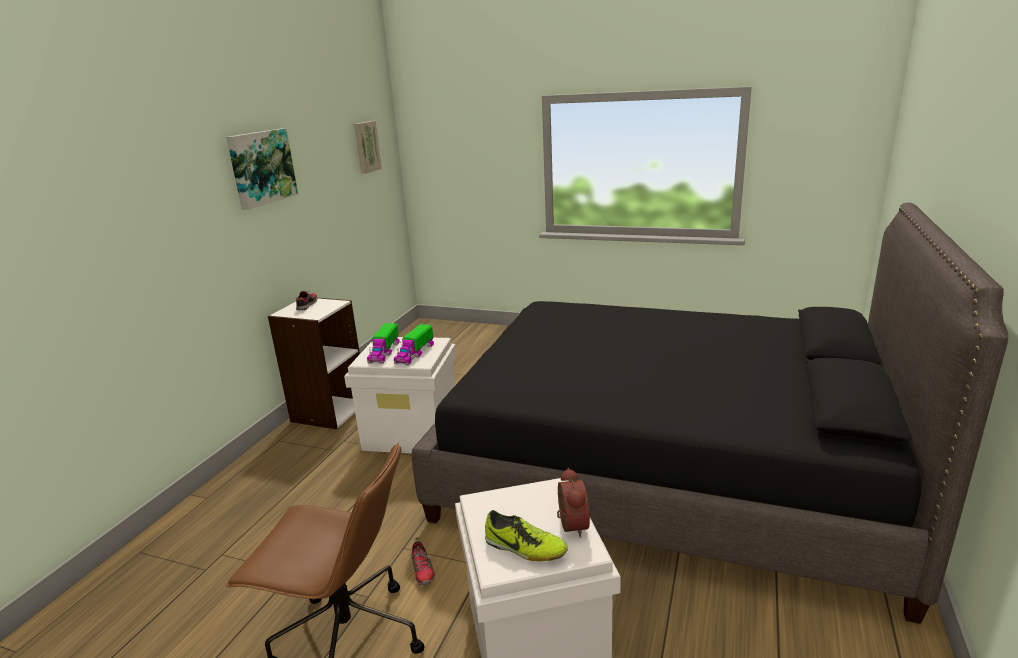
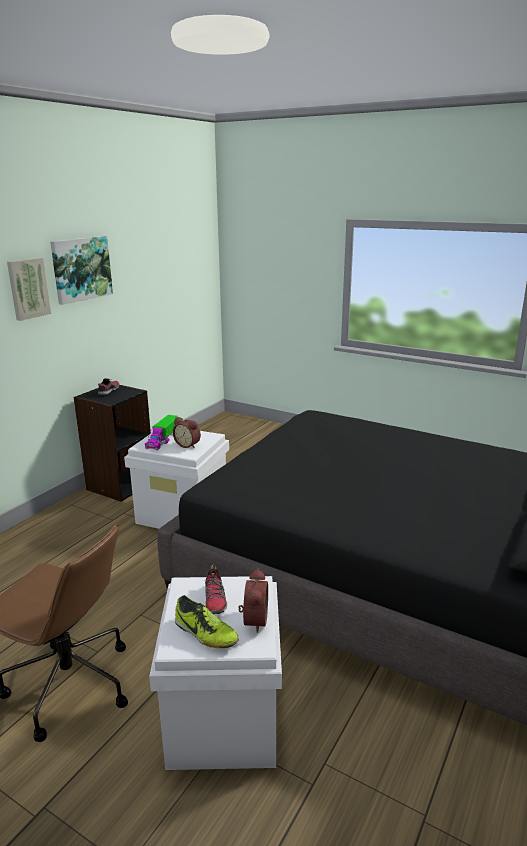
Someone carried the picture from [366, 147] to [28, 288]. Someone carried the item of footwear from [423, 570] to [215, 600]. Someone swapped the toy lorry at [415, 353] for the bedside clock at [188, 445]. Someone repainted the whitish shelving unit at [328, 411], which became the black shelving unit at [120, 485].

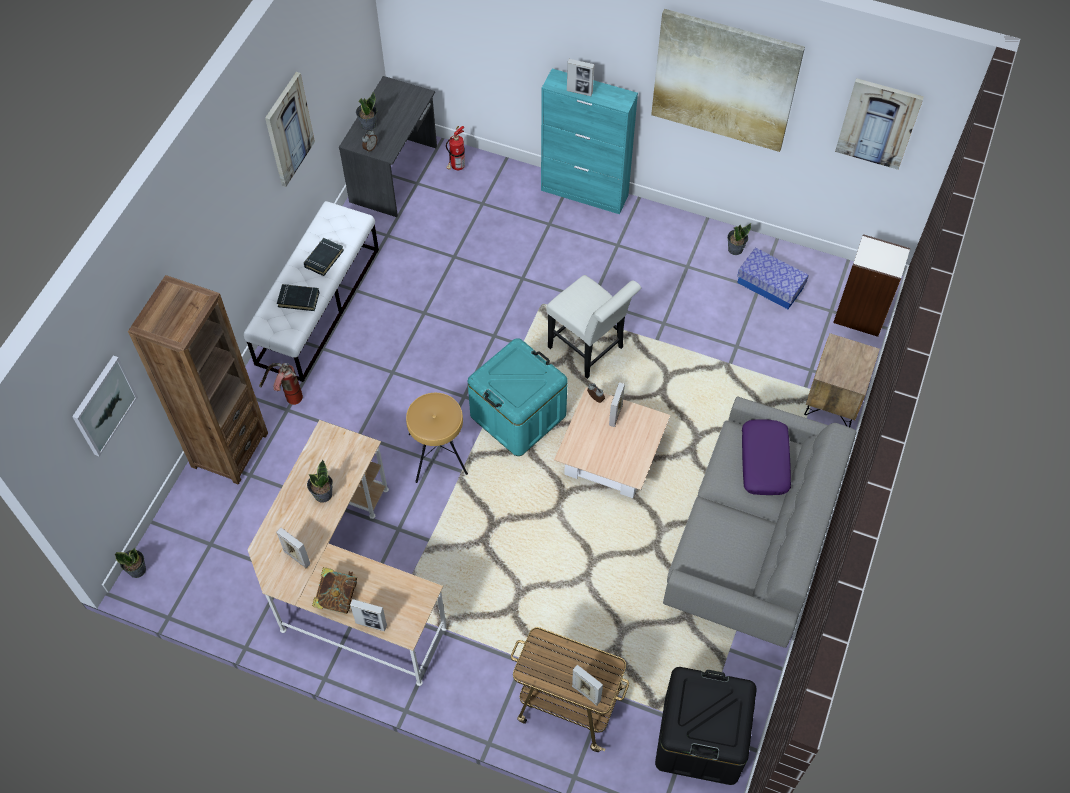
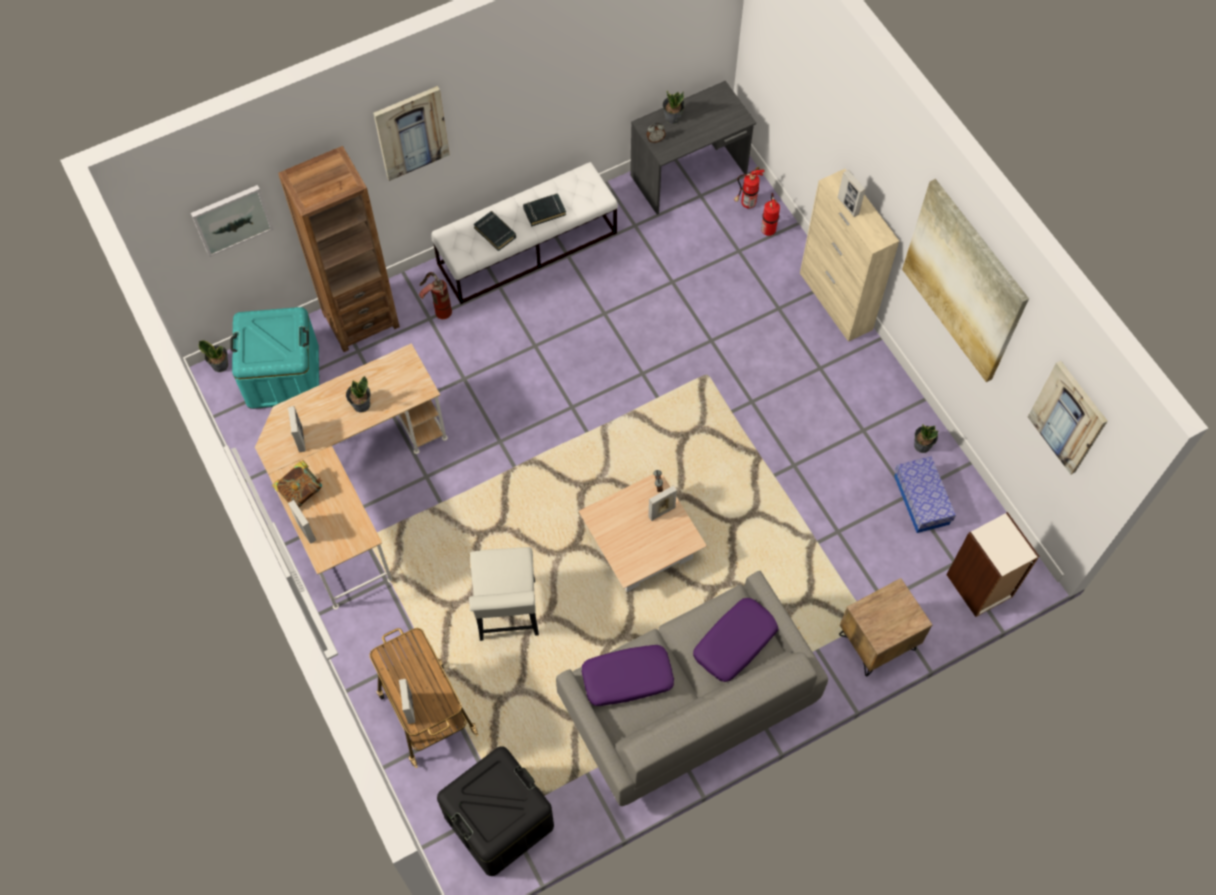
Someone took away the brown stool at [438, 453]. Someone put down the purple throw pillow at [627, 679]. Someone put down the fire extinguisher at [768, 229]. Someone carried the picture from [288, 129] to [411, 132]. Someone carried the turquoise storage container from [518, 415] to [283, 375]. Someone carried the whitish chair from [589, 350] to [507, 615]. Someone repainted the turquoise cupboard at [585, 193], which became the beige-coloured cupboard at [836, 301].

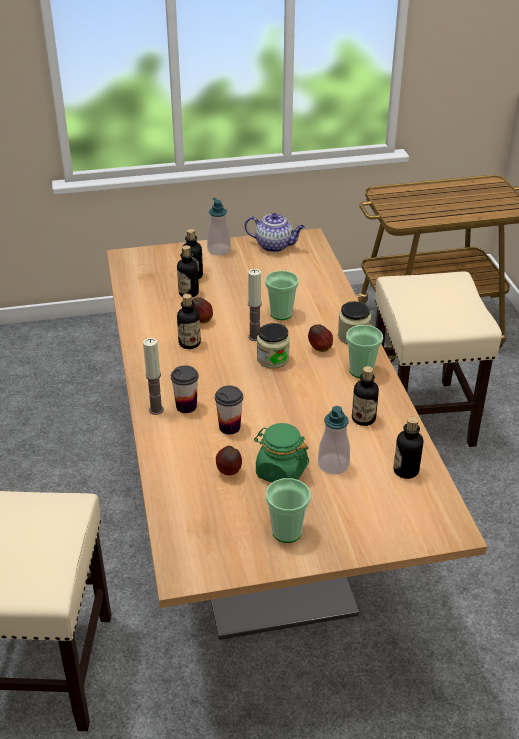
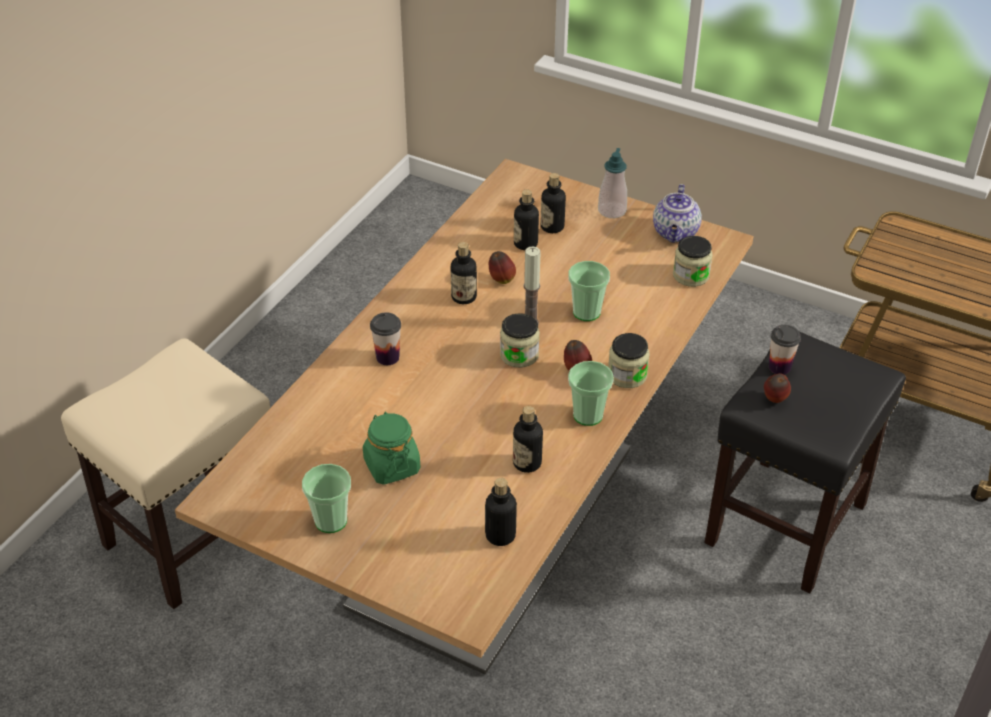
Someone took away the wax light at [156, 410]. Someone took away the soap dispenser at [333, 465]. Someone put down the preserve jar at [691, 275]. Someone carried the small cup from [229, 427] to [779, 367]. Someone carried the apple fruit from [229, 473] to [774, 400]. Someone repainted the beige-coloured stool at [421, 417], which became the black stool at [785, 524]. Someone rotated the tea pot at [275, 246] by 45 degrees clockwise.

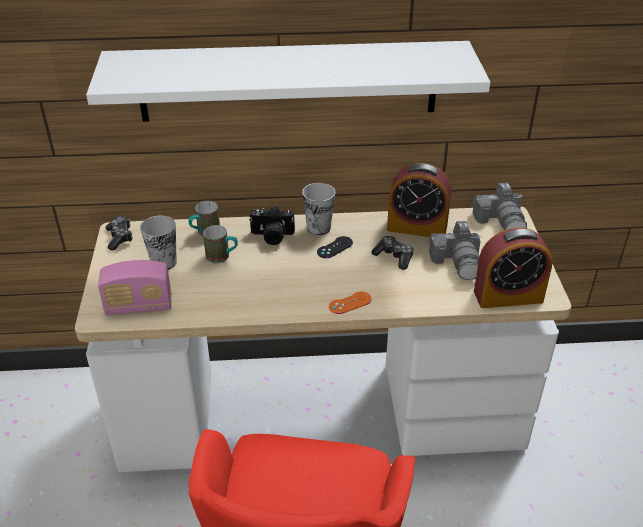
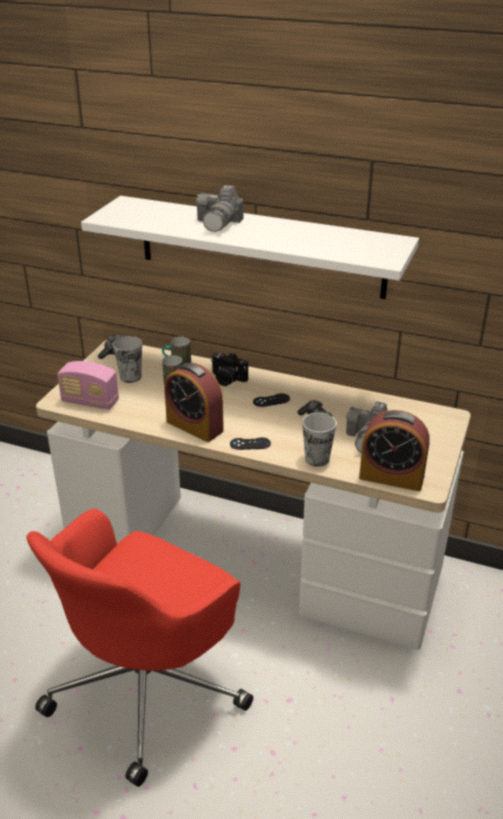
Someone carried the small cup from [318, 228] to [317, 459]. Someone carried the bedside clock from [417, 227] to [194, 426]. Someone carried the still camera from [501, 221] to [219, 223]. Someone repainted the orange-coloured joypad at [350, 303], which became the black joypad at [250, 444].

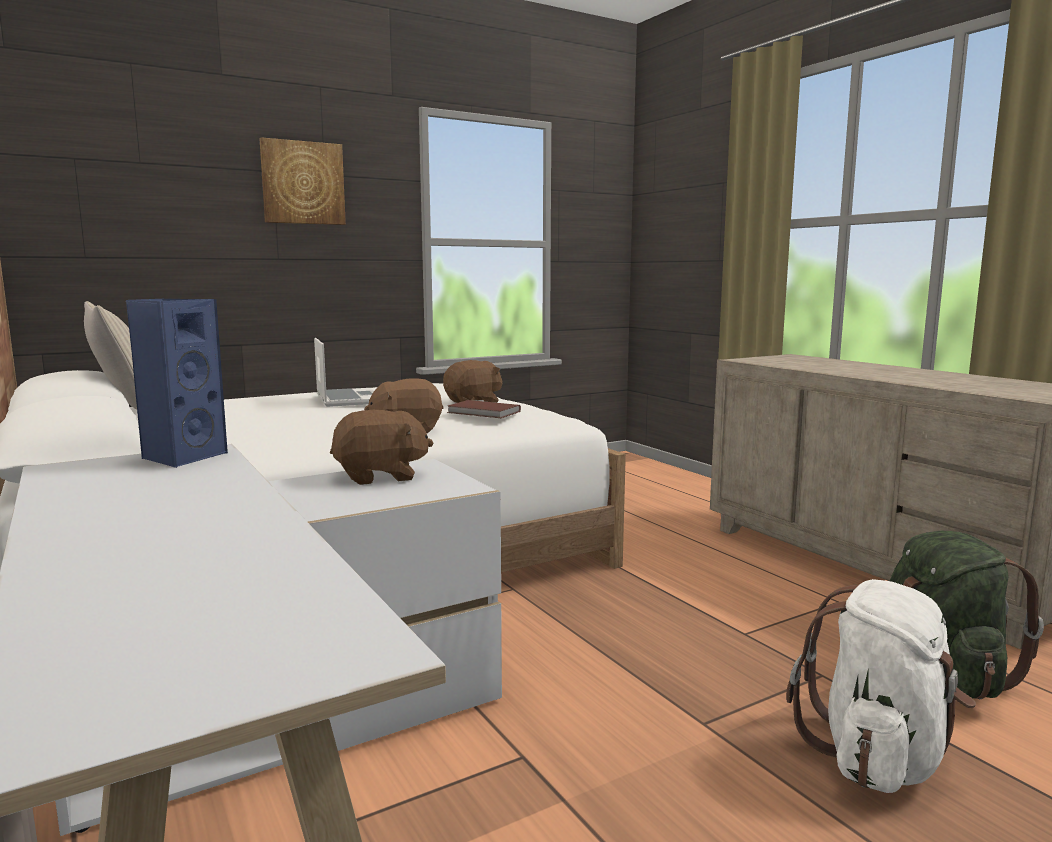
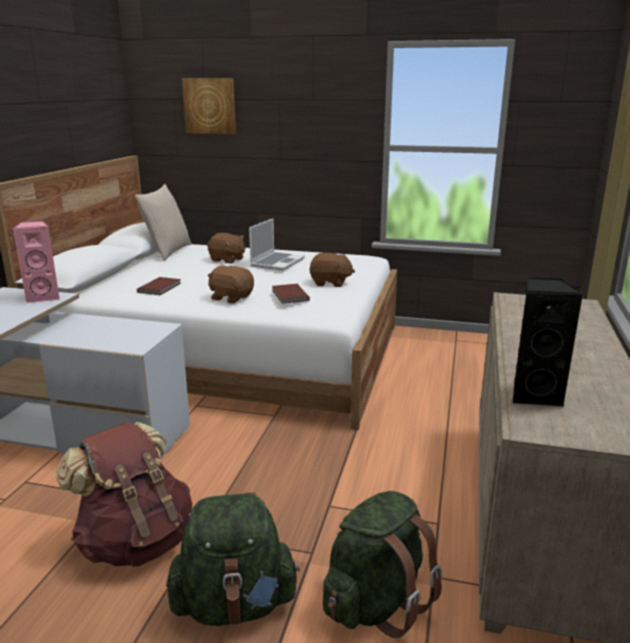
Someone put down the brown backpack at [135, 541]. Someone put down the brown bound book at [160, 288]. Someone put down the black loudspeaker at [534, 395]. Someone carried the picture from [303, 183] to [210, 106]. Someone carried the brown cuddly toy from [381, 476] to [227, 260]. Someone repainted the blue loudspeaker at [182, 457], which became the pink-coloured loudspeaker at [44, 297]. Someone repainted the whitish backpack at [878, 756], which became the green backpack at [234, 604].

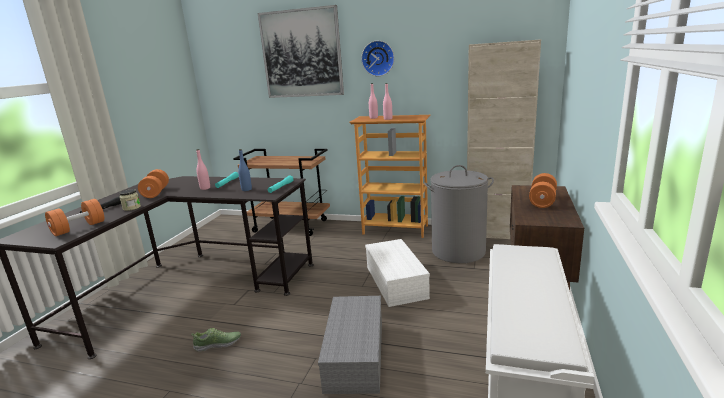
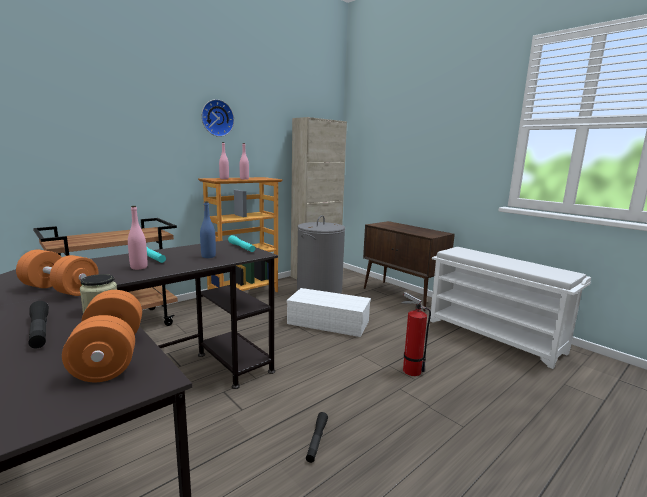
Someone took away the picture at [301, 53]. Someone took away the orange-coloured hand weight at [542, 201]. Someone swapped the item of footwear at [218, 344] for the black flashlight at [316, 440]. Someone swapped the greyish storage container at [354, 353] for the fire extinguisher at [409, 370].

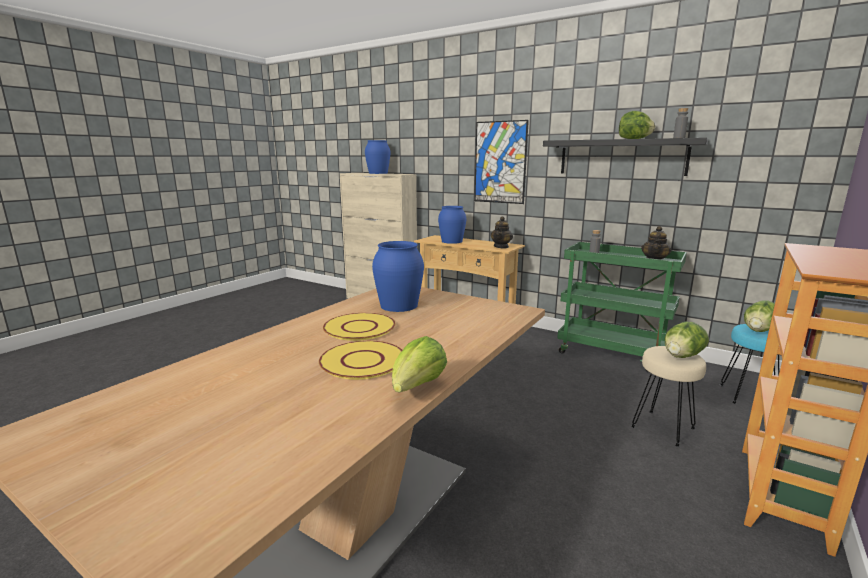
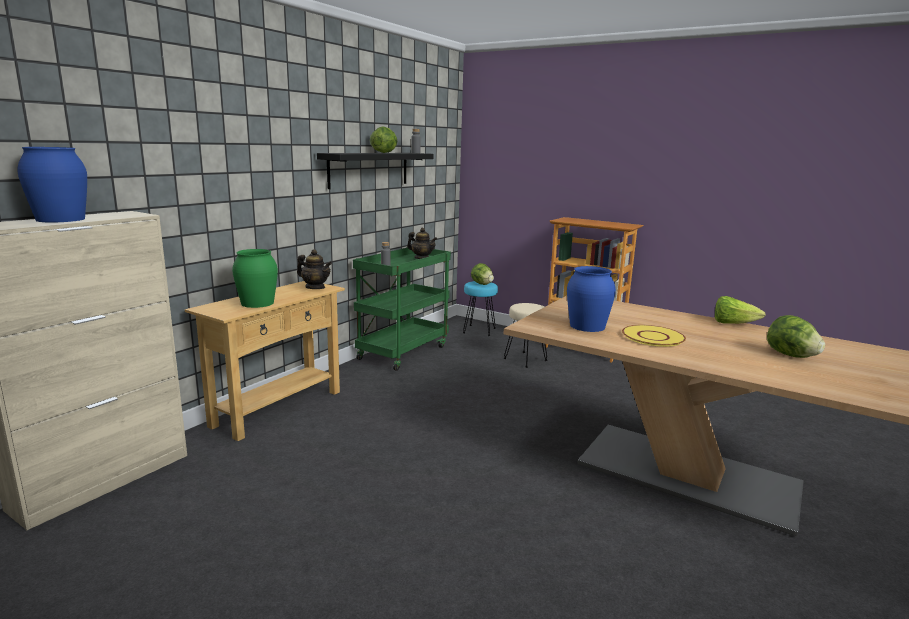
Someone took away the yellow flat dish at [362, 361]. Someone took away the picture at [500, 162]. Someone carried the lettuce from [682, 356] to [790, 355]. Someone repainted the blue vase at [451, 241], which became the green vase at [257, 303].

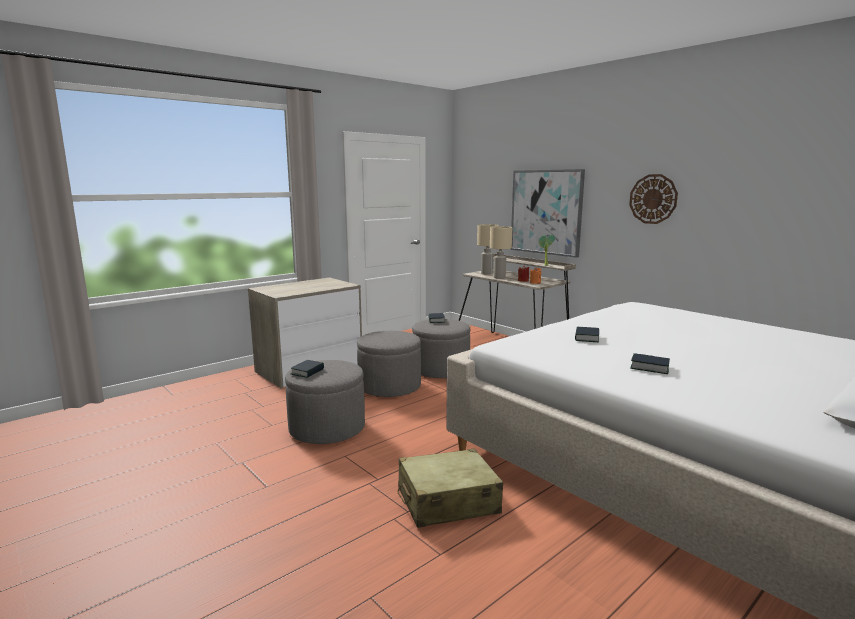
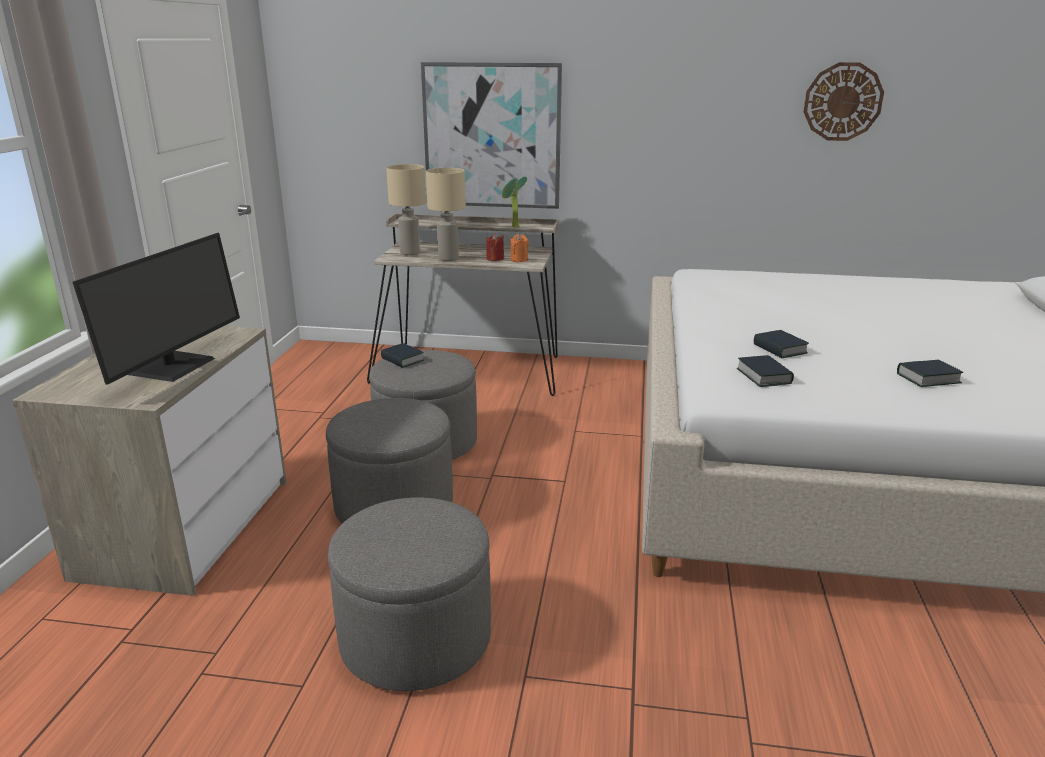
Someone took away the beige-coloured travel case at [447, 501]. Someone put down the computer display at [171, 366]. Someone carried the bound book from [307, 372] to [764, 376]. Someone carried the clock on the wall from [653, 199] to [842, 102].

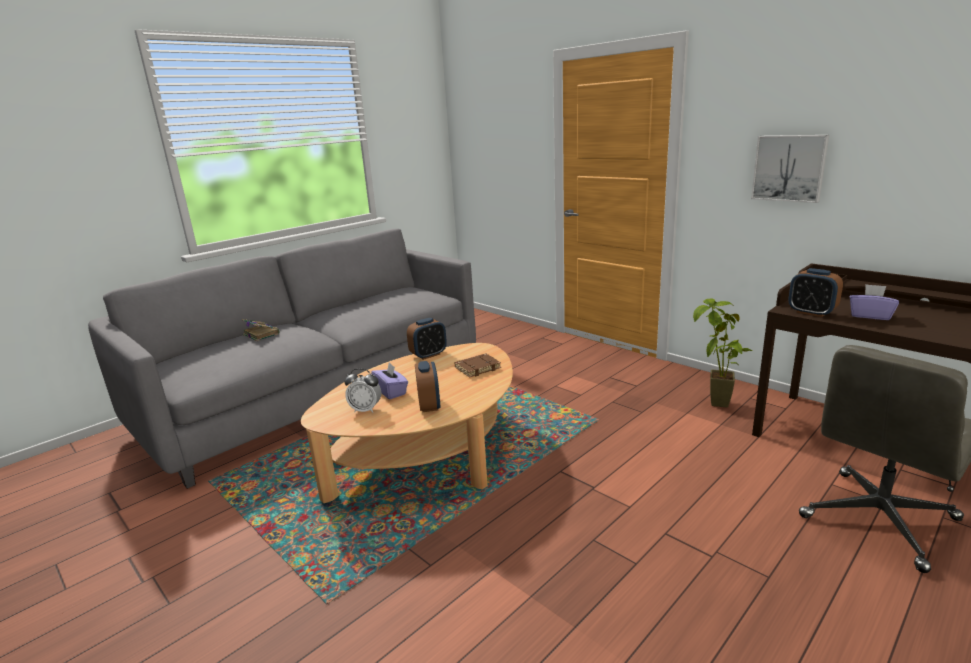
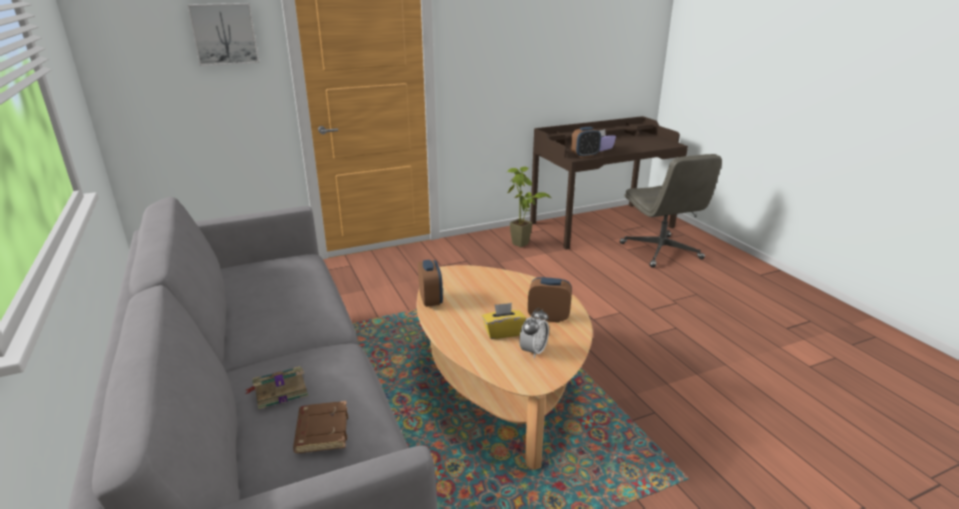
Someone carried the brown bound book from [477, 368] to [321, 430]. Someone carried the picture from [789, 168] to [224, 34]. Someone repainted the purple tissue box at [391, 392], which became the yellow tissue box at [503, 332].

